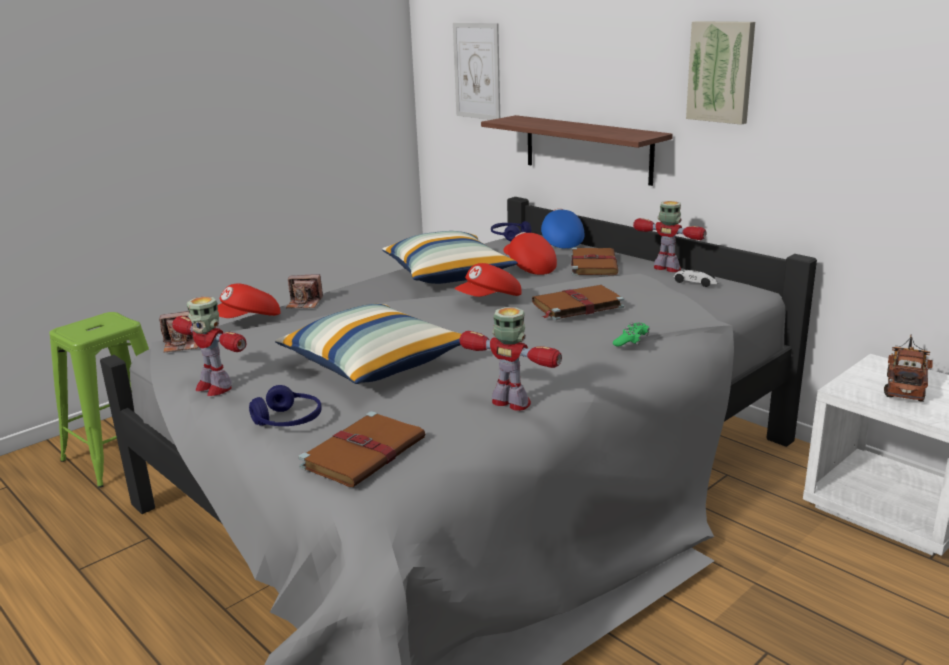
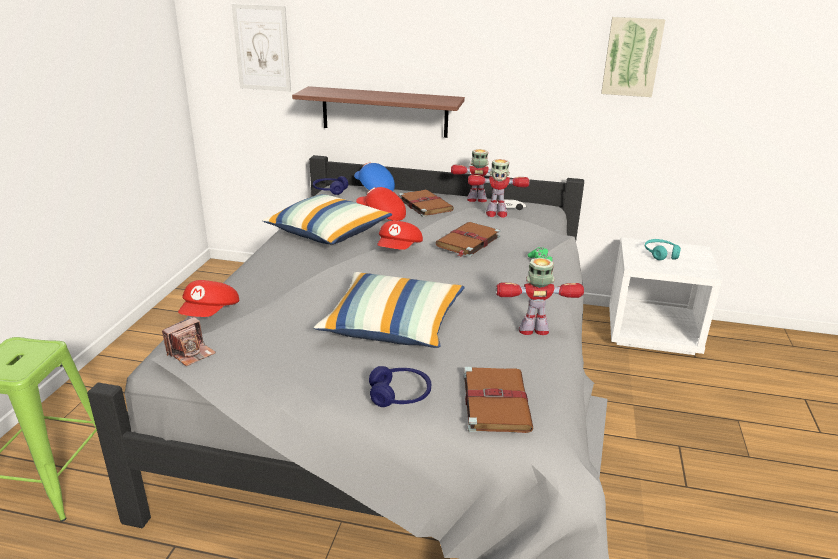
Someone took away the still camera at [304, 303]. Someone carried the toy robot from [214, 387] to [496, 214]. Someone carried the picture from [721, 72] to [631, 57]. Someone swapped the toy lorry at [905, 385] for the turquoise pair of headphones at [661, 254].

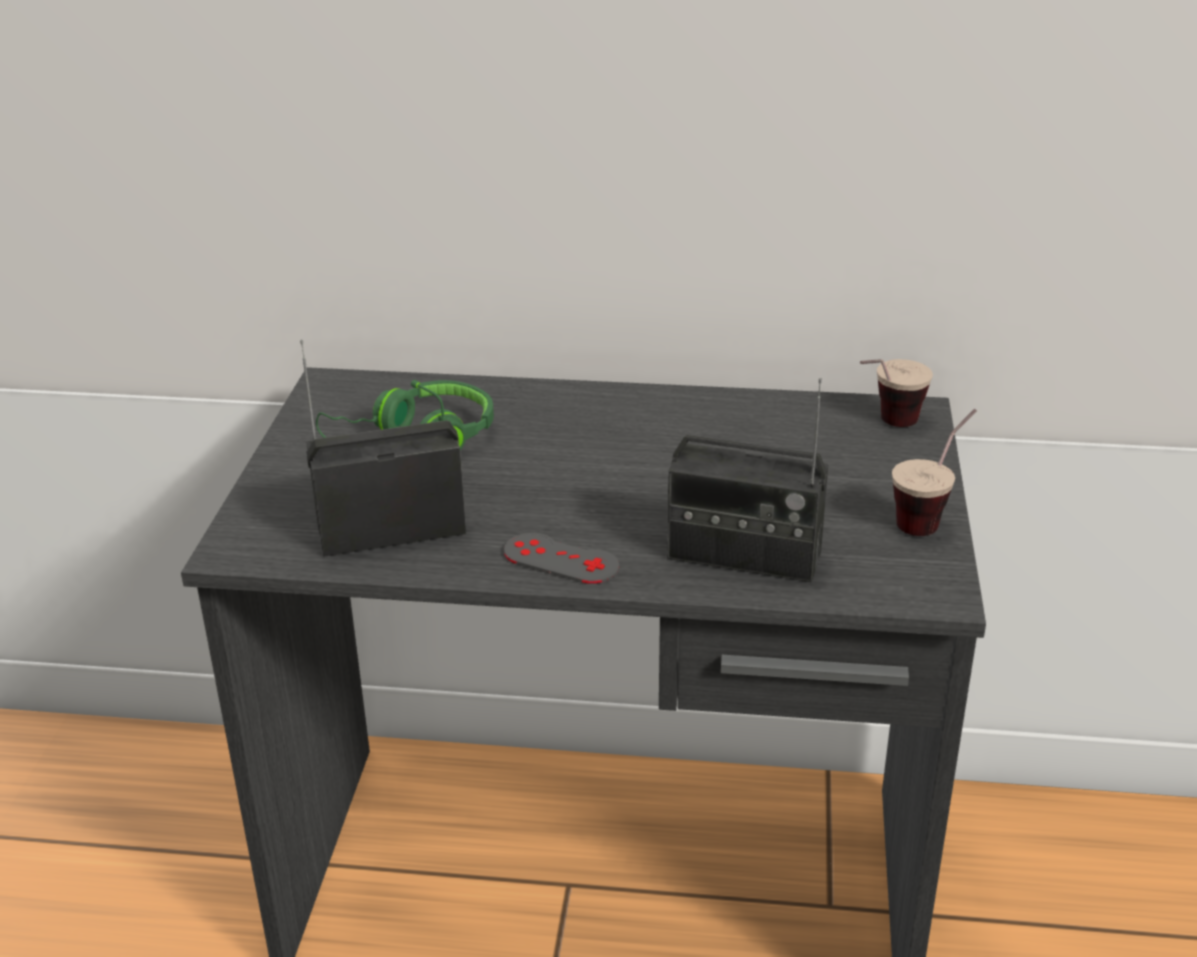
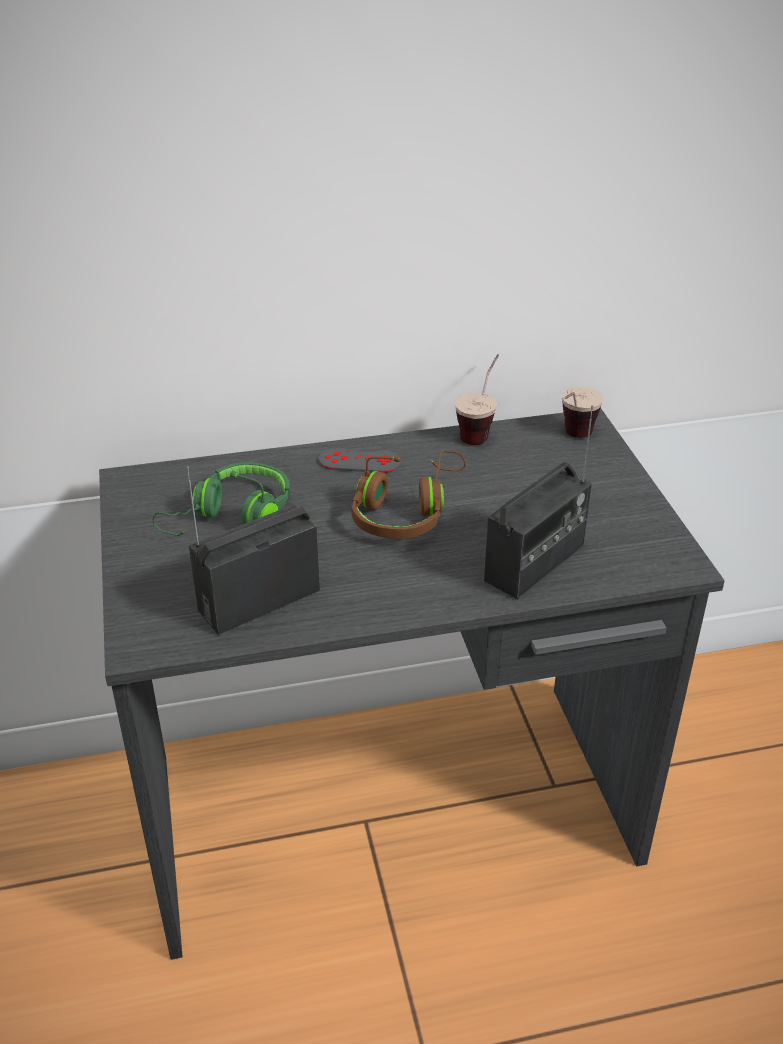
Someone put down the brown pair of headphones at [406, 511]. Someone carried the greyish joypad from [561, 559] to [359, 461]. Someone carried the small cup from [931, 516] to [480, 430]. Someone rotated the radio receiver at [743, 555] by 45 degrees counterclockwise.

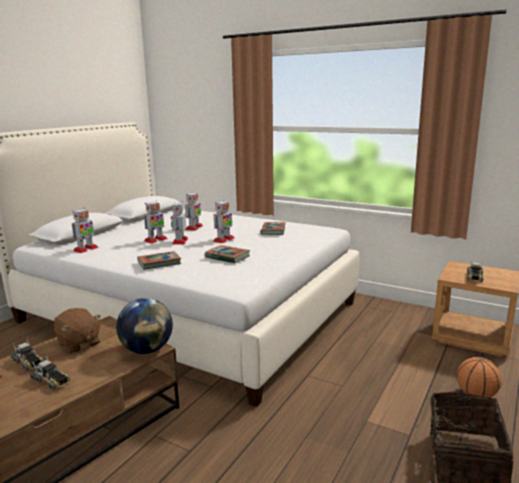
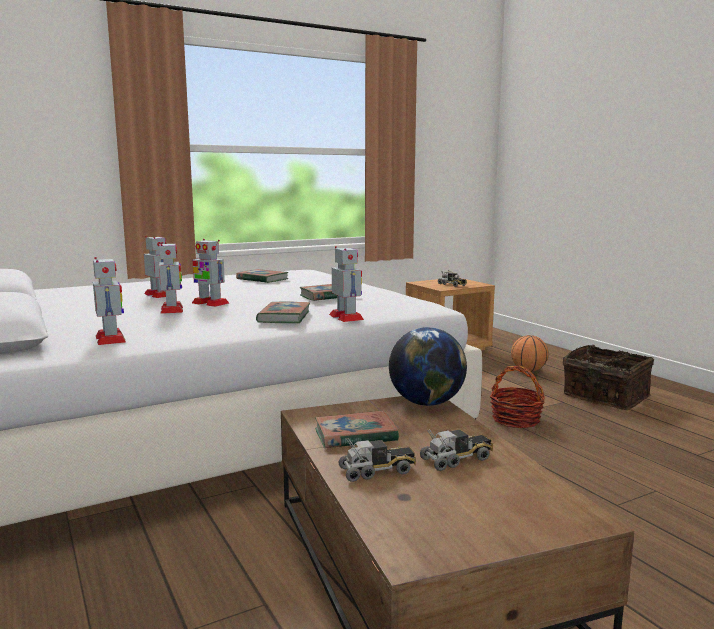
Someone put down the household basket at [516, 420]. Someone carried the toy robot from [223, 240] to [346, 317]. Someone swapped the brown cuddly toy at [78, 344] for the bound book at [355, 435].

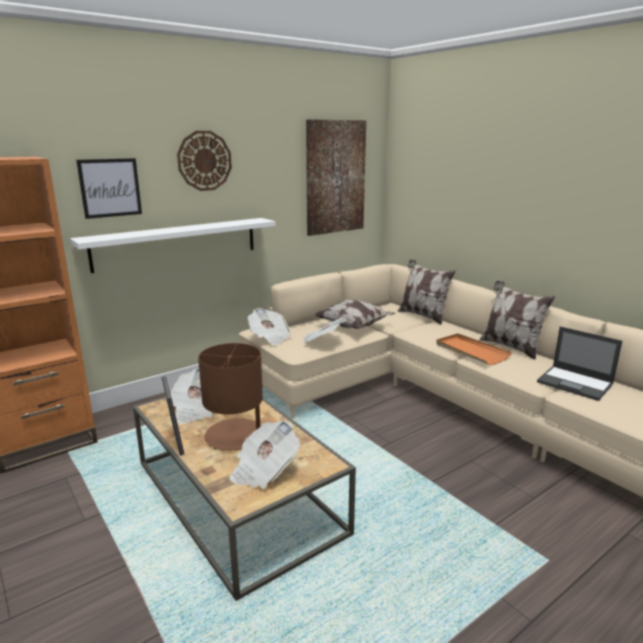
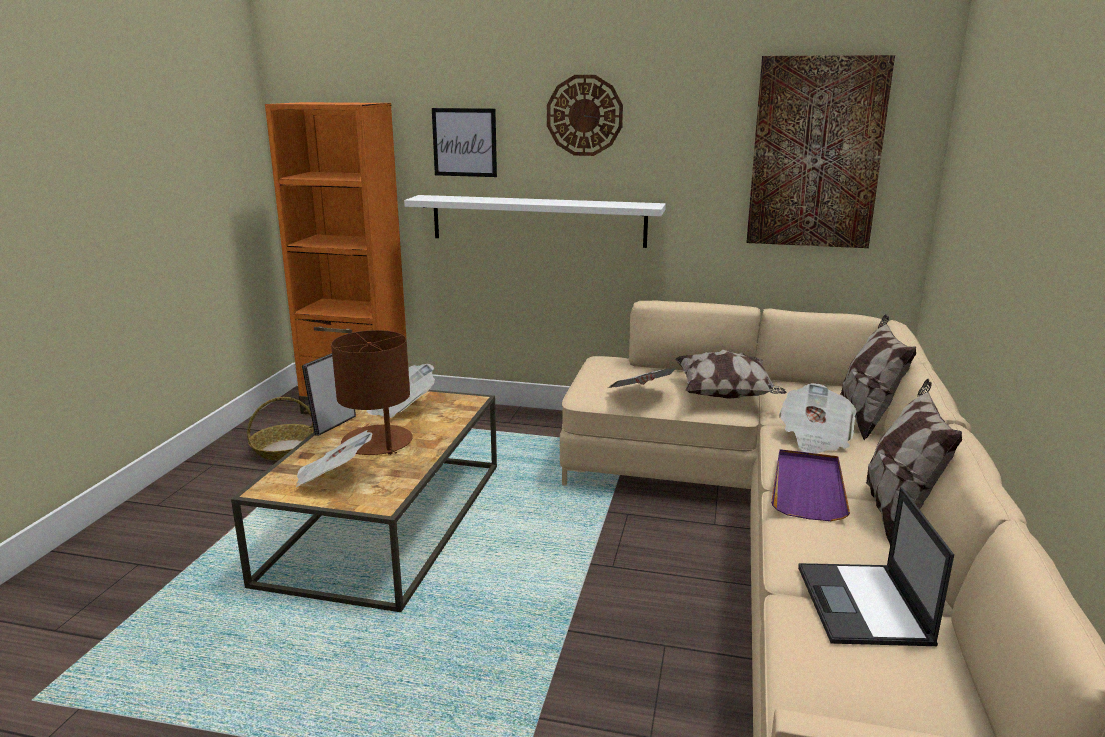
Someone put down the household basket at [285, 449]. Someone carried the printed paper from [270, 337] to [814, 438]. Someone repainted the orange-coloured serving tray at [471, 351], which became the purple serving tray at [808, 488].

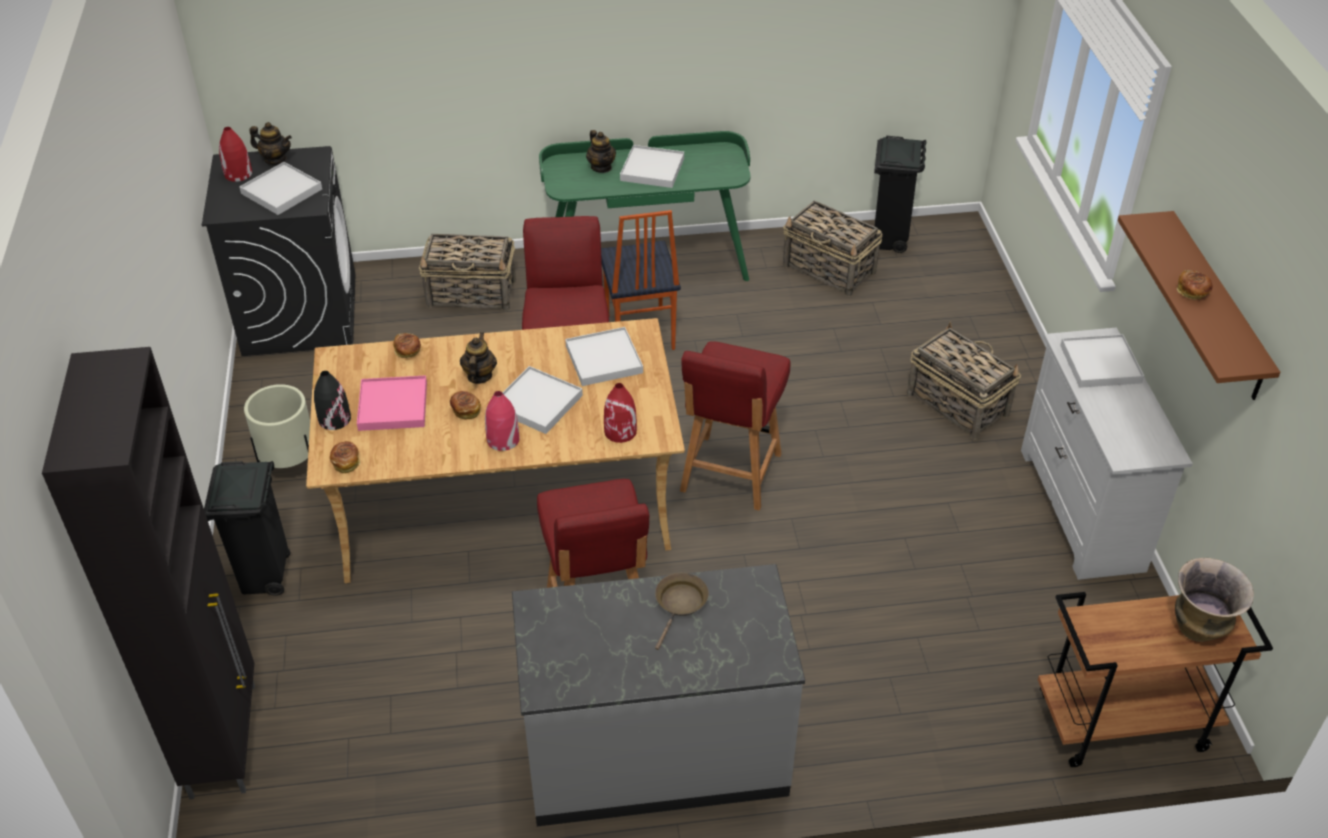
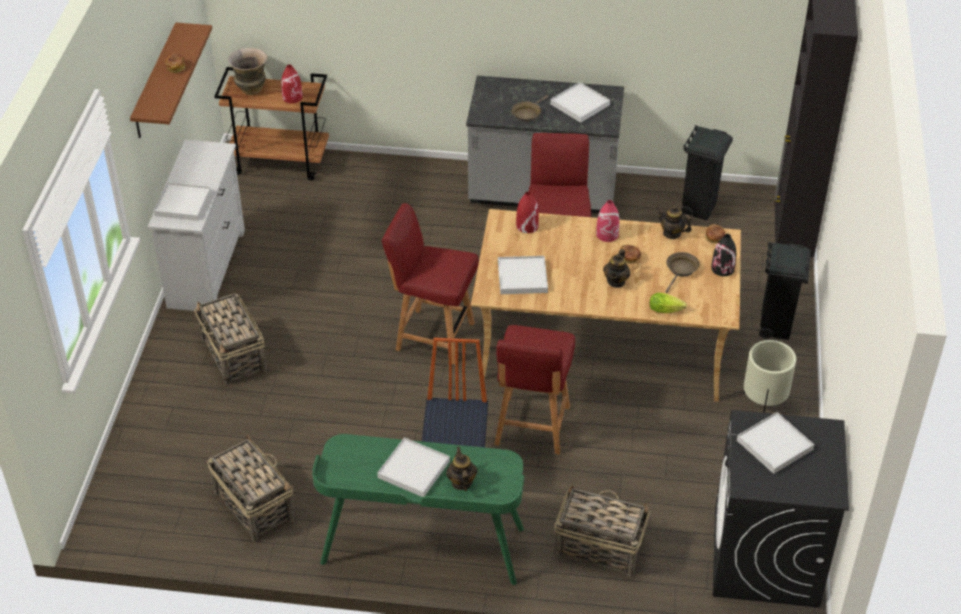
Someone carried the reddish vase from [238, 174] to [292, 97]. Someone carried the tea pot from [275, 159] to [672, 233]. Someone carried the whitish serving tray from [537, 403] to [580, 104]. Someone carried the black trash can from [889, 241] to [699, 209]. Someone swapped the pink-coloured serving tray at [392, 406] for the brown pan at [681, 270]. Someone swapped the baked bread at [408, 351] for the lettuce at [667, 310]. Someone rotated the reddish chair at [730, 474] by 105 degrees counterclockwise.

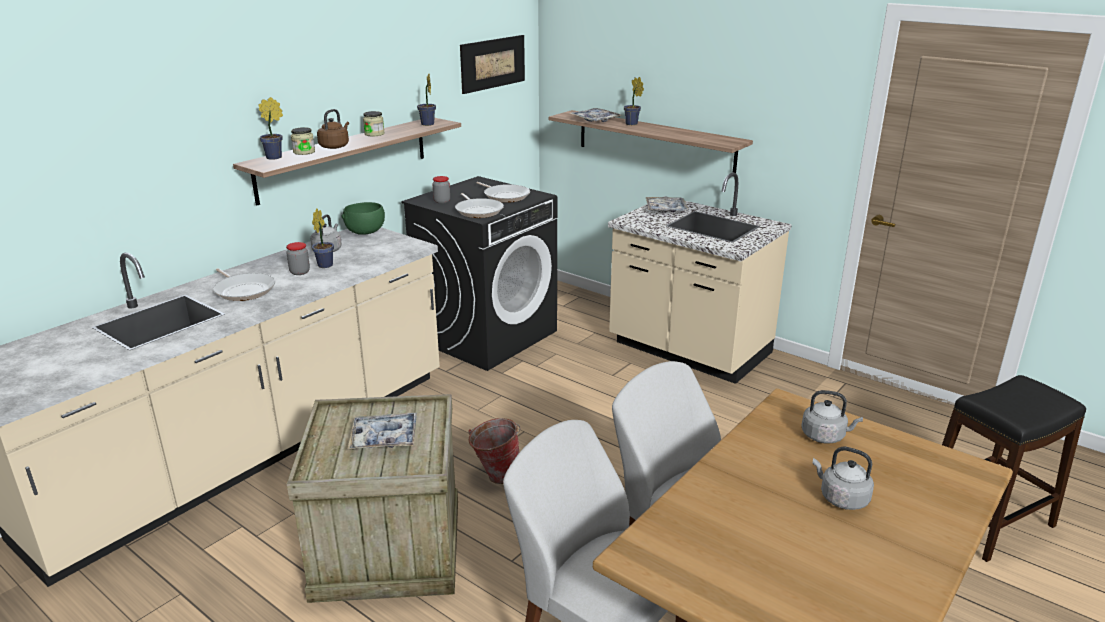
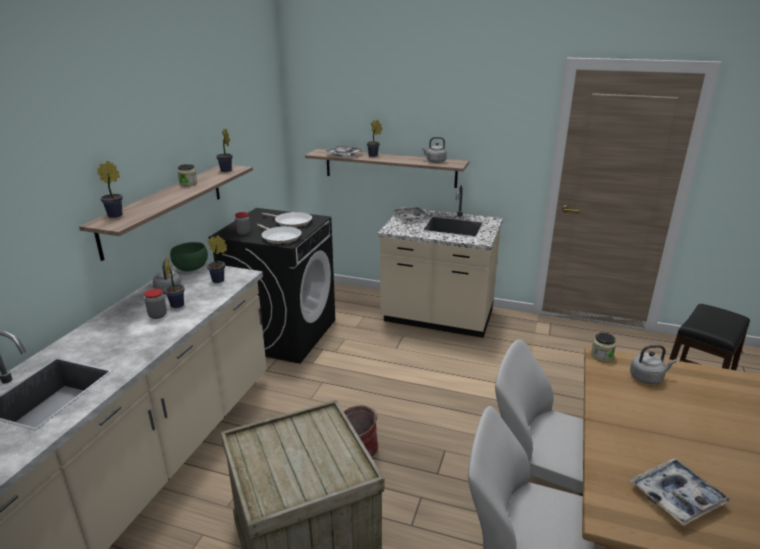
Someone took away the pan at [244, 290]. Someone took away the brown tea kettle at [335, 146]. Someone took away the picture at [493, 63]. Someone put down the houseplant at [220, 280]. Someone carried the preserve jar from [304, 152] to [601, 356]. Someone carried the serving tray from [384, 438] to [677, 496]. Someone carried the greyish tea kettle from [841, 498] to [435, 161].

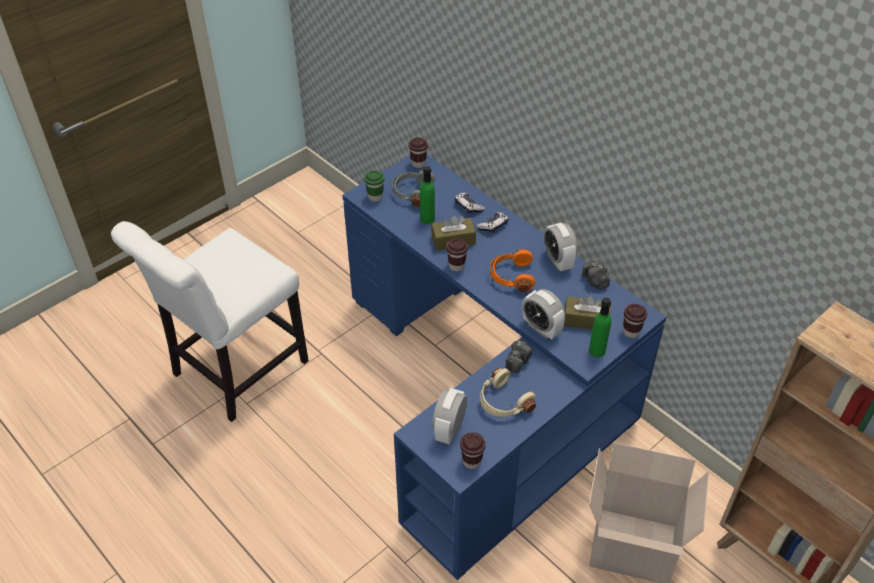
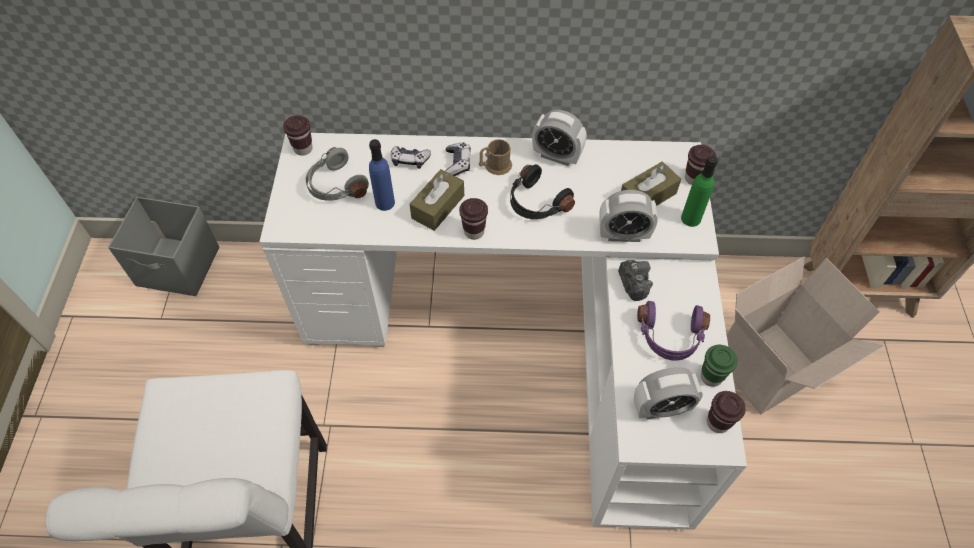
Someone took away the still camera at [594, 281]. Someone put down the greyish storage container at [179, 267]. Someone put down the brown mug at [494, 166]. Someone carried the green small cup from [375, 197] to [711, 377]. Someone repainted the blue desk table at [487, 396], which became the whitish desk table at [526, 336]. Someone repainted the green beverage bottle at [427, 219], which became the blue beverage bottle at [385, 203]. Someone repainted the beige-coloured pair of headphones at [503, 402], which became the purple pair of headphones at [670, 337]. Someone repainted the orange-coloured pair of headphones at [511, 276], which became the black pair of headphones at [536, 203]. Someone rotated the bedside clock at [449, 429] by 75 degrees counterclockwise.

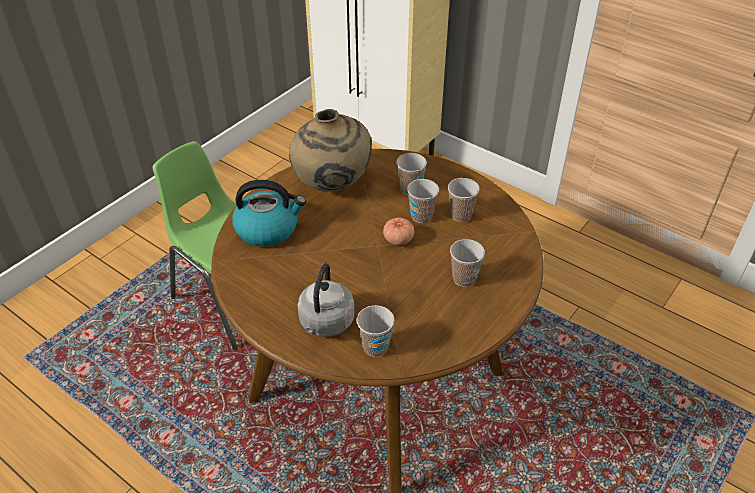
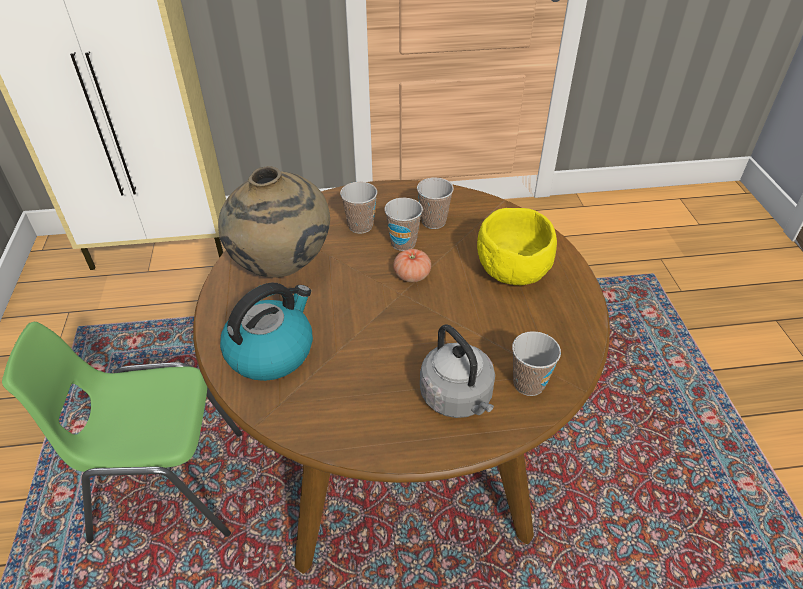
Someone swapped the small cup at [464, 278] for the yellow bowl at [510, 271].

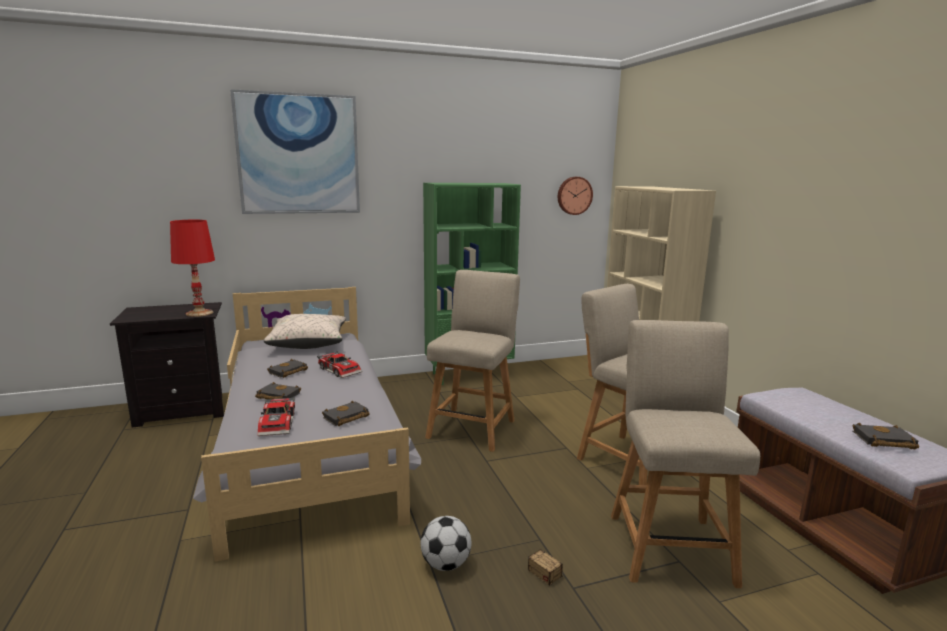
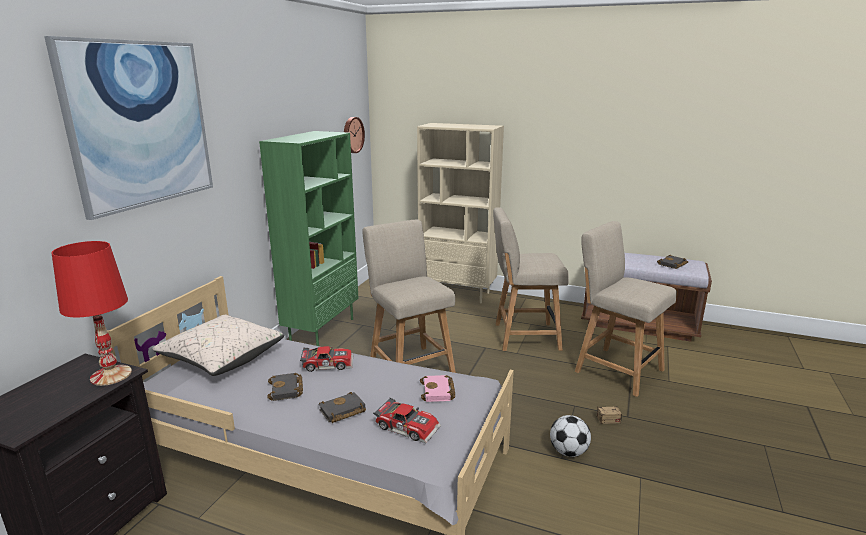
Someone repainted the black bound book at [345, 418], which became the pink-coloured bound book at [438, 392].

